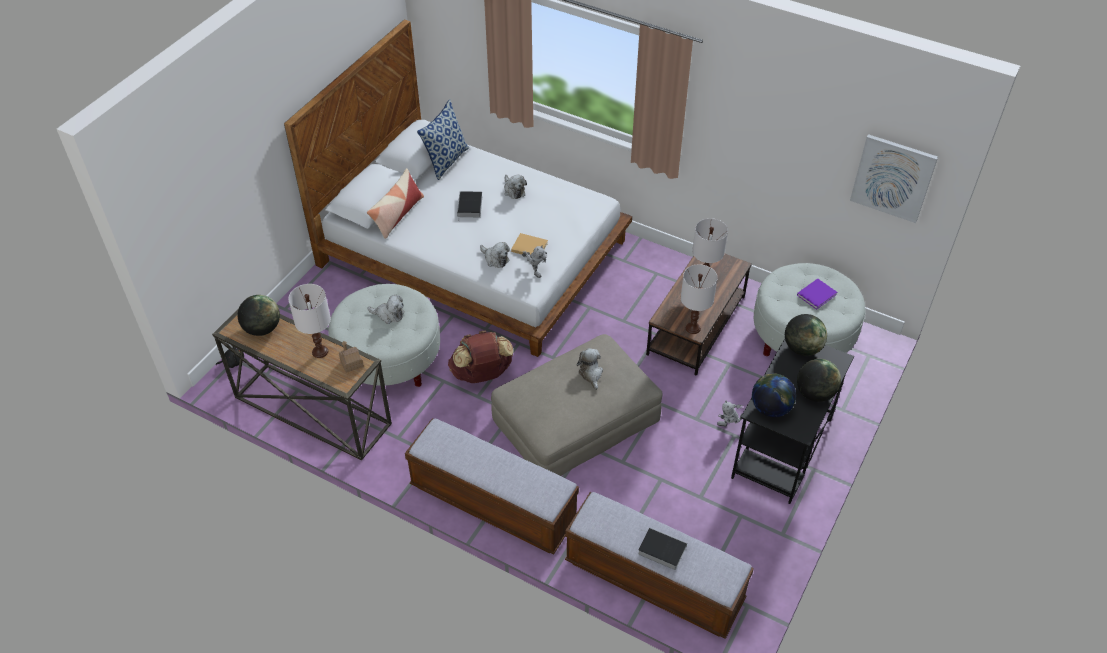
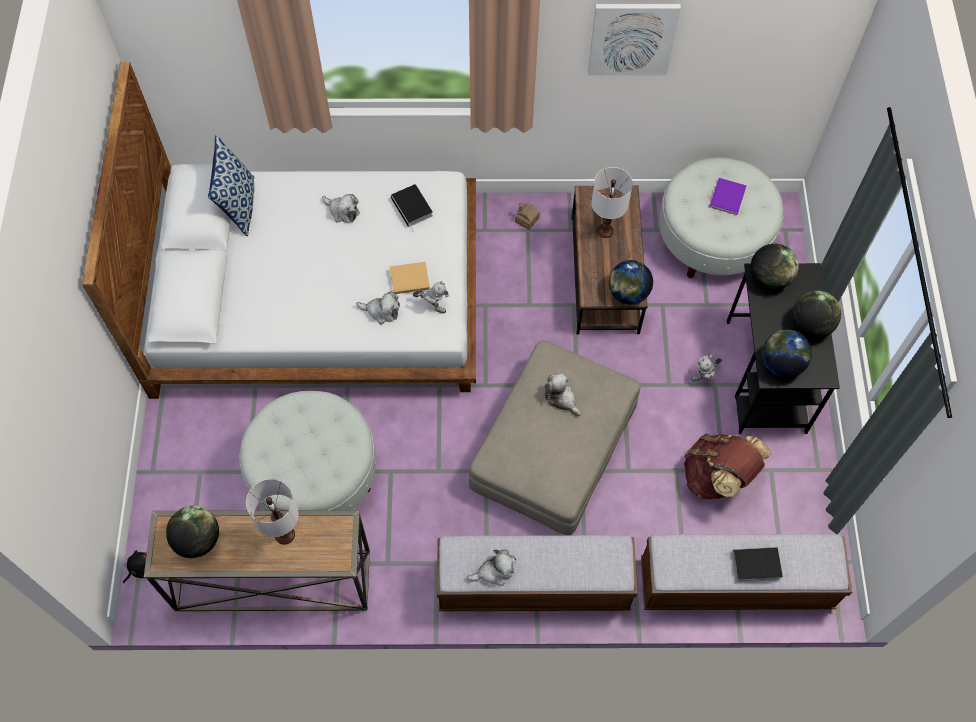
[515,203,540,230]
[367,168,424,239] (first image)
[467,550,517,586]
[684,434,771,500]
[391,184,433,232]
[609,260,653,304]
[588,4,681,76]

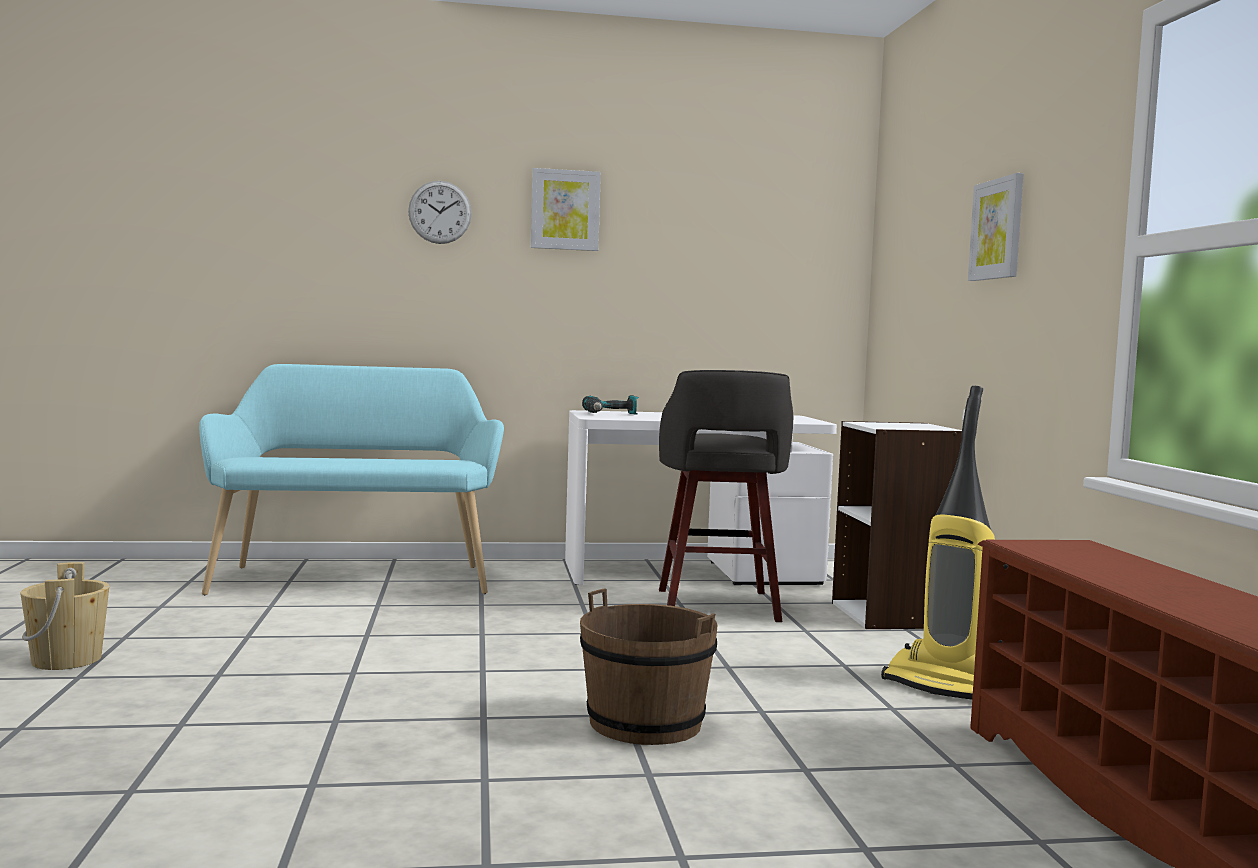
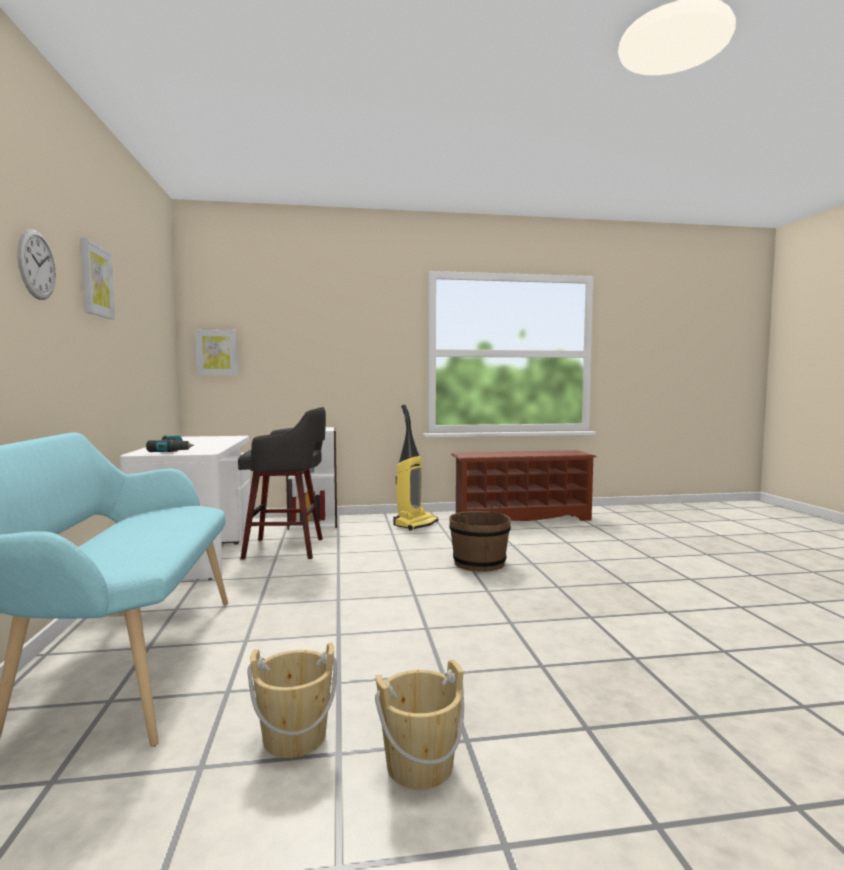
[195,329,238,375]
[247,643,337,758]

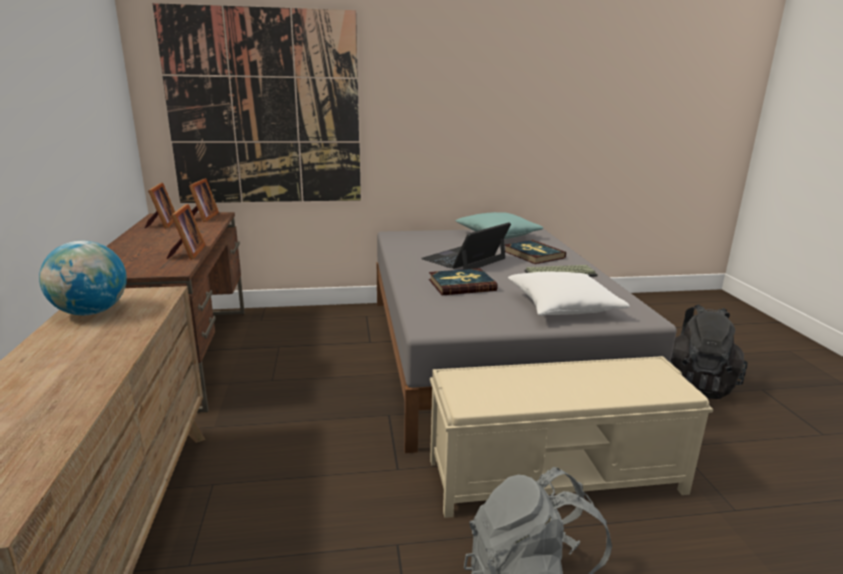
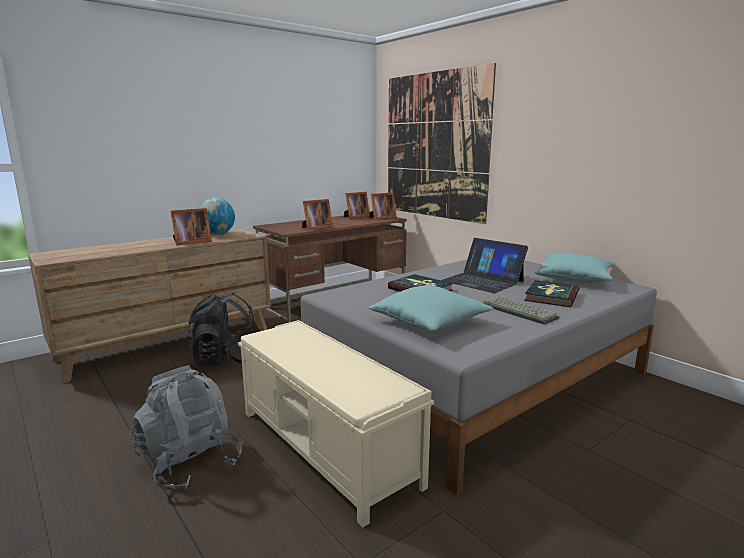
[441,238,528,293]
[369,285,494,331]
[187,293,254,366]
[171,208,212,245]

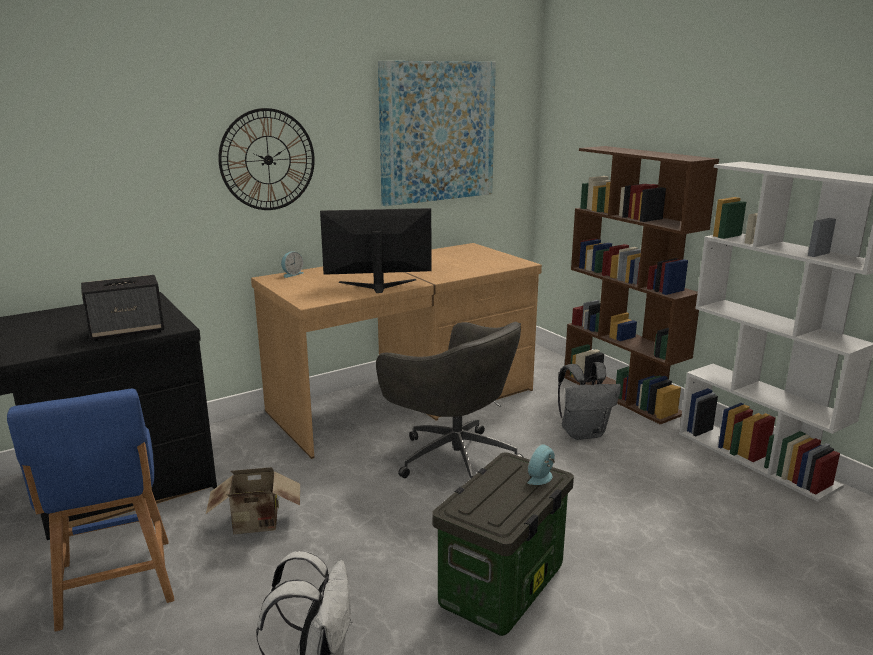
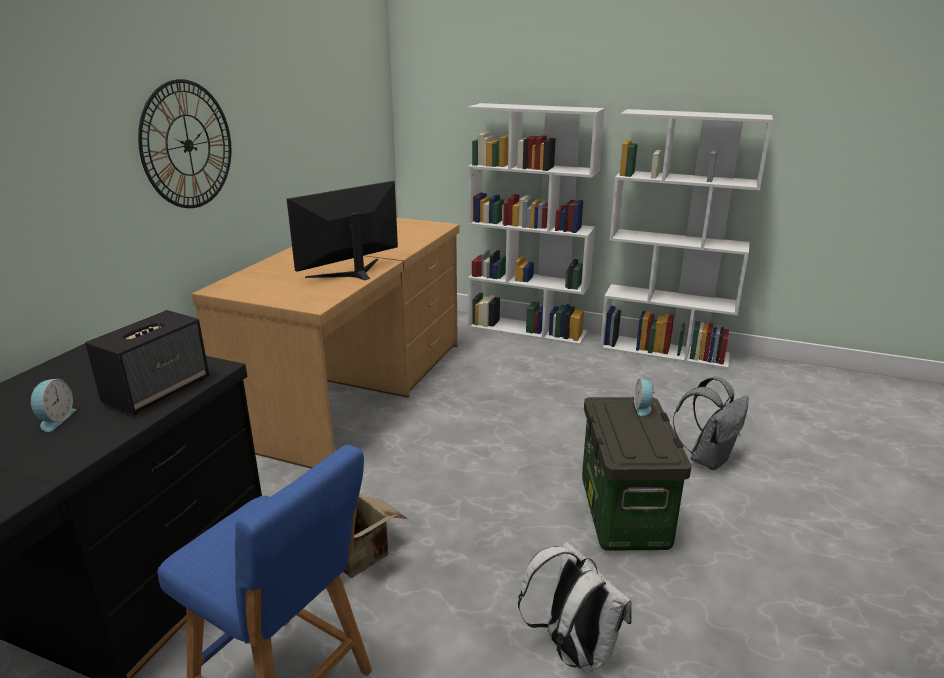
[31,379,76,432]
[376,322,524,478] (first image)
[378,61,496,206] (first image)
[673,376,749,470]
[468,103,605,345]

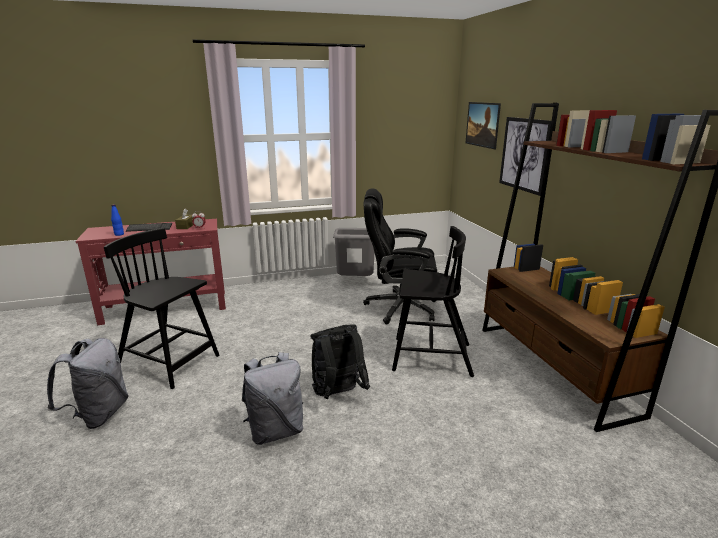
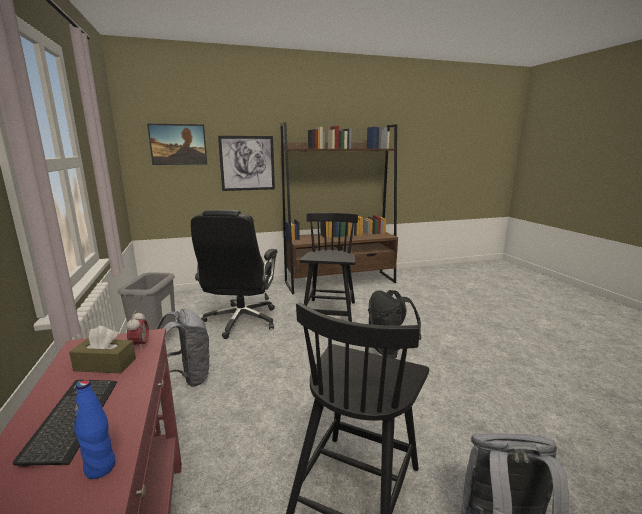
[156,309,209,387]

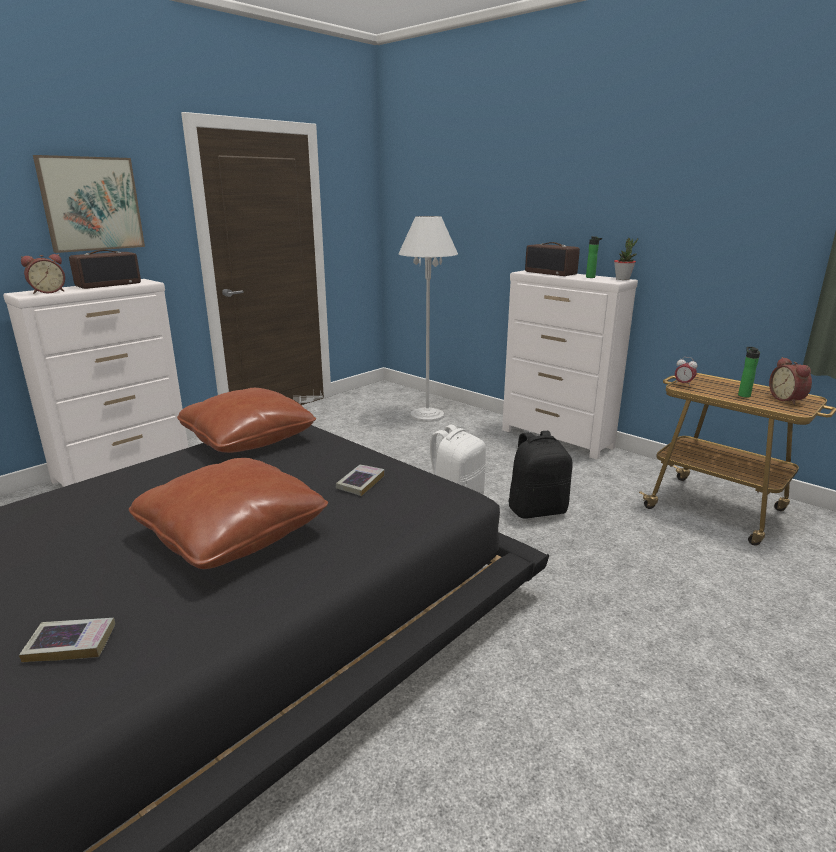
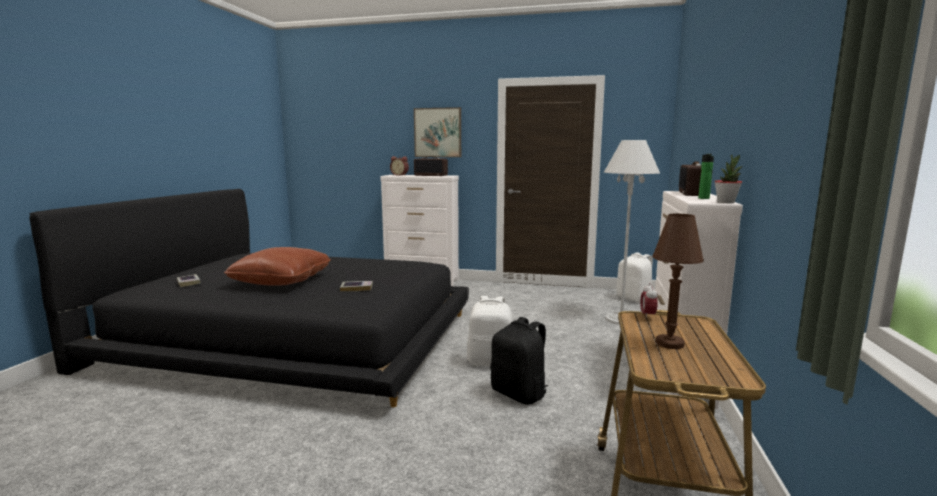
[177,388,316,453] (first image)
[652,214,704,349]
[769,357,812,405] (first image)
[616,252,653,303]

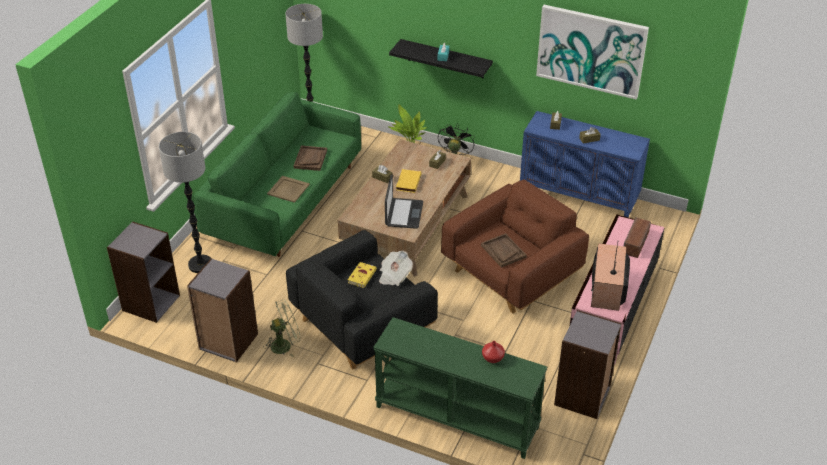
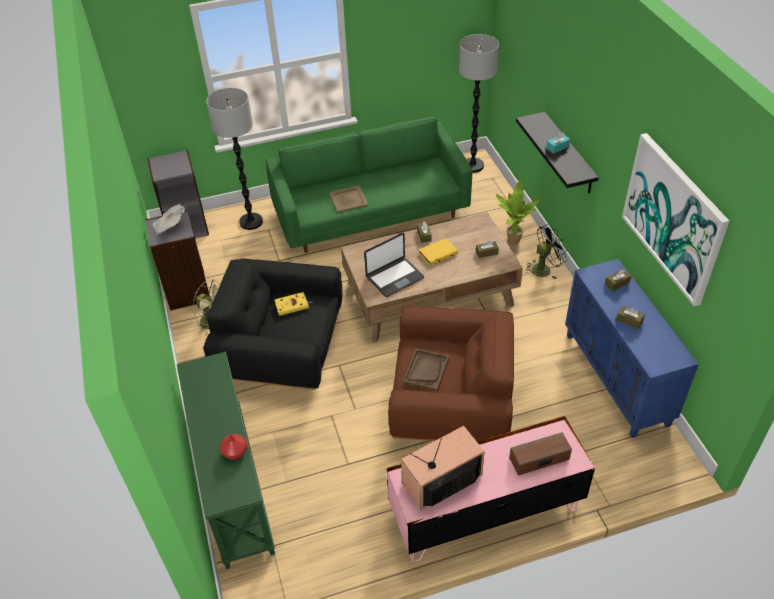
[294,145,327,171] (first image)
[153,204,185,234]
[554,310,622,419] (first image)

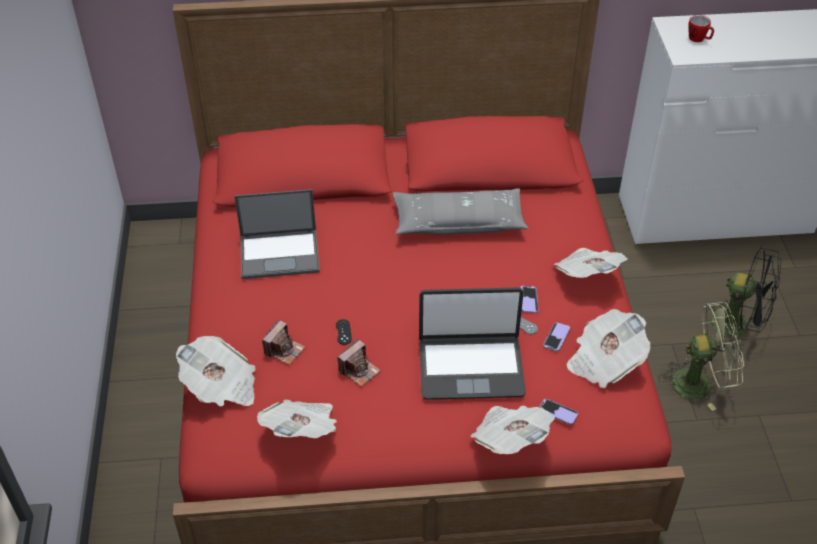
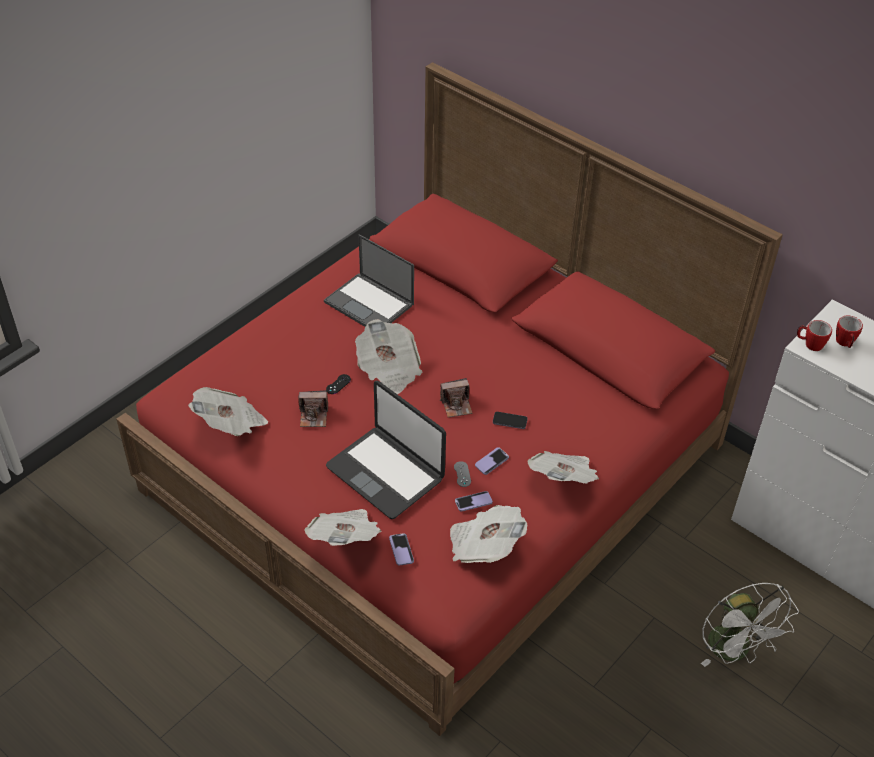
[355,319,422,394]
[440,378,473,418]
[393,188,528,235] (first image)
[659,302,744,411] (first image)
[701,583,799,667]
[493,412,528,429]
[797,320,832,351]

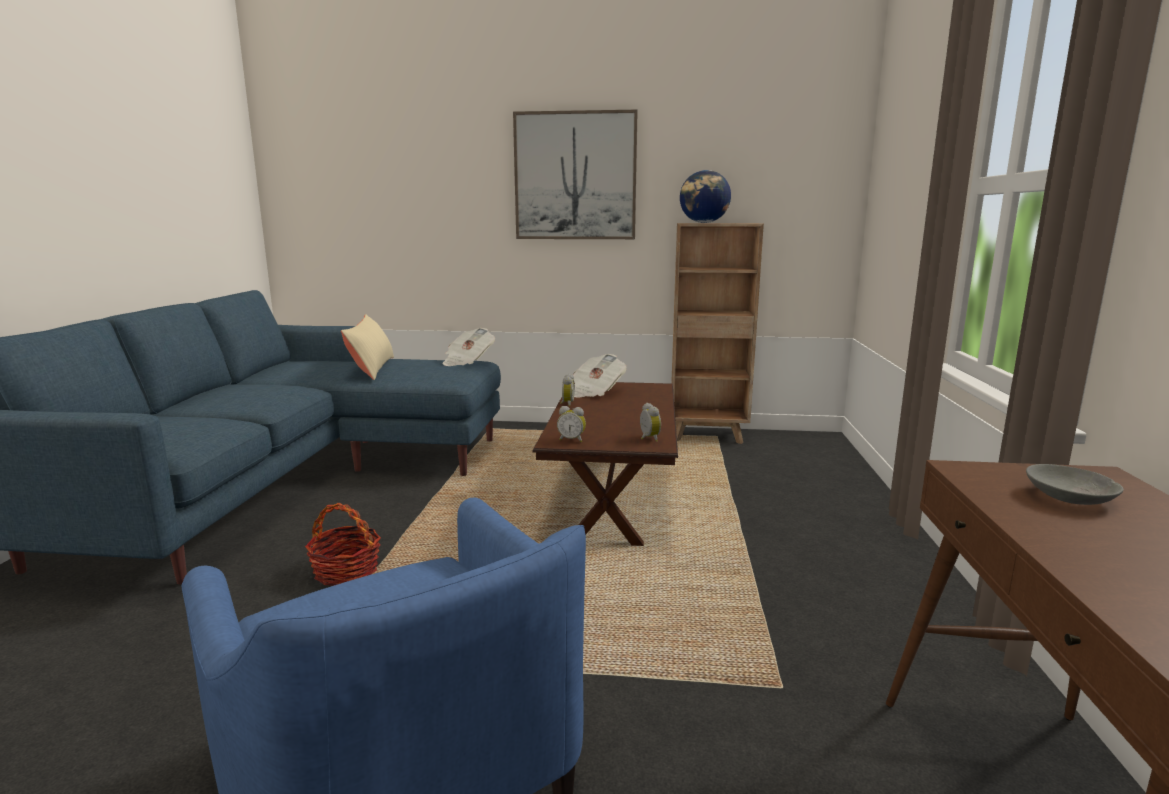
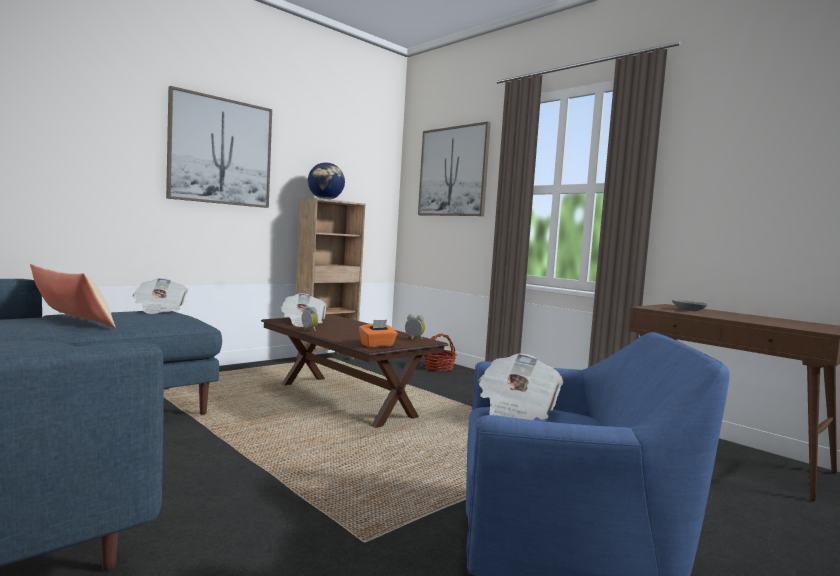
[423,333,457,372]
[359,320,398,347]
[418,121,491,216]
[479,353,563,420]

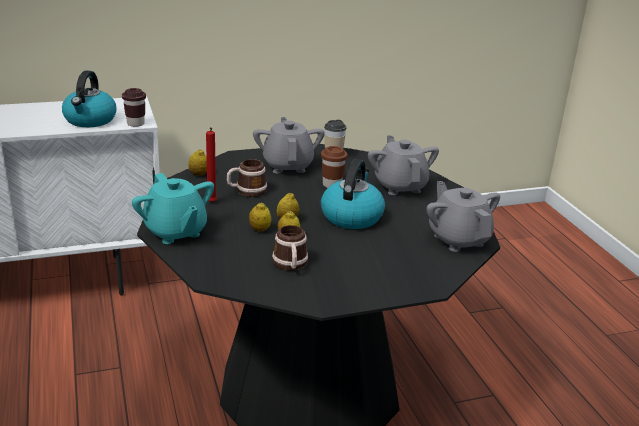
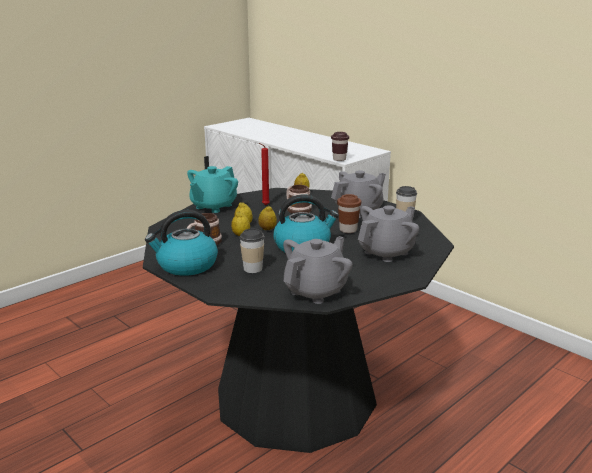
[145,210,218,276]
[239,228,265,273]

